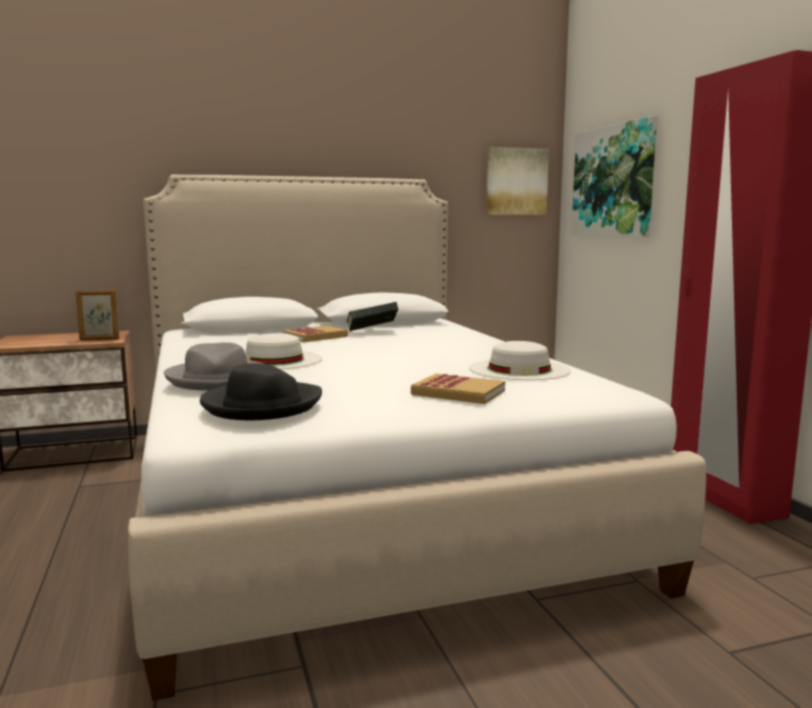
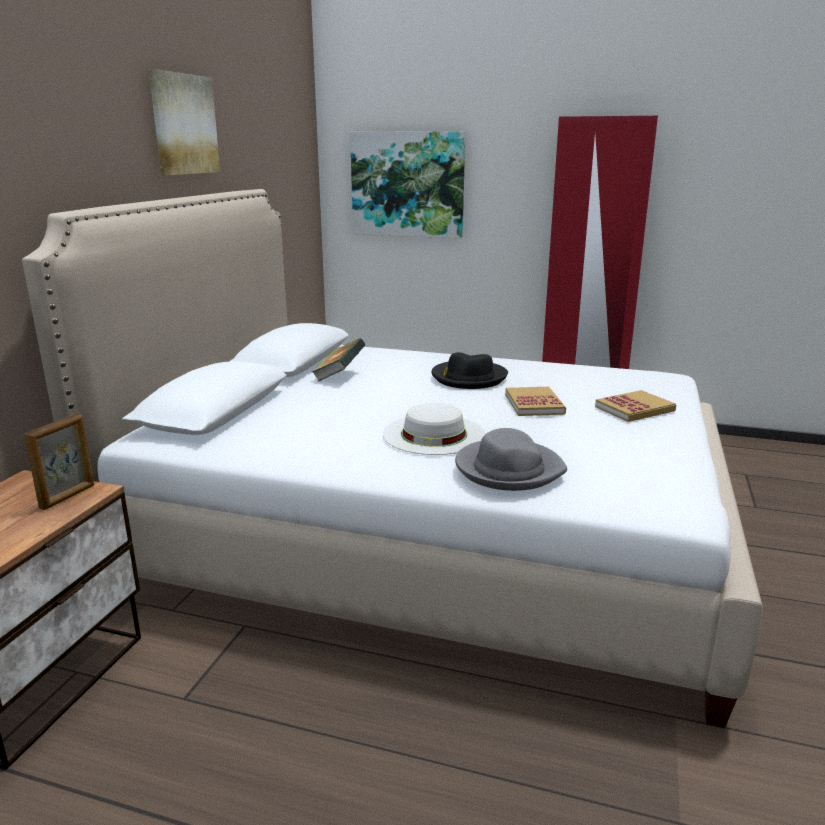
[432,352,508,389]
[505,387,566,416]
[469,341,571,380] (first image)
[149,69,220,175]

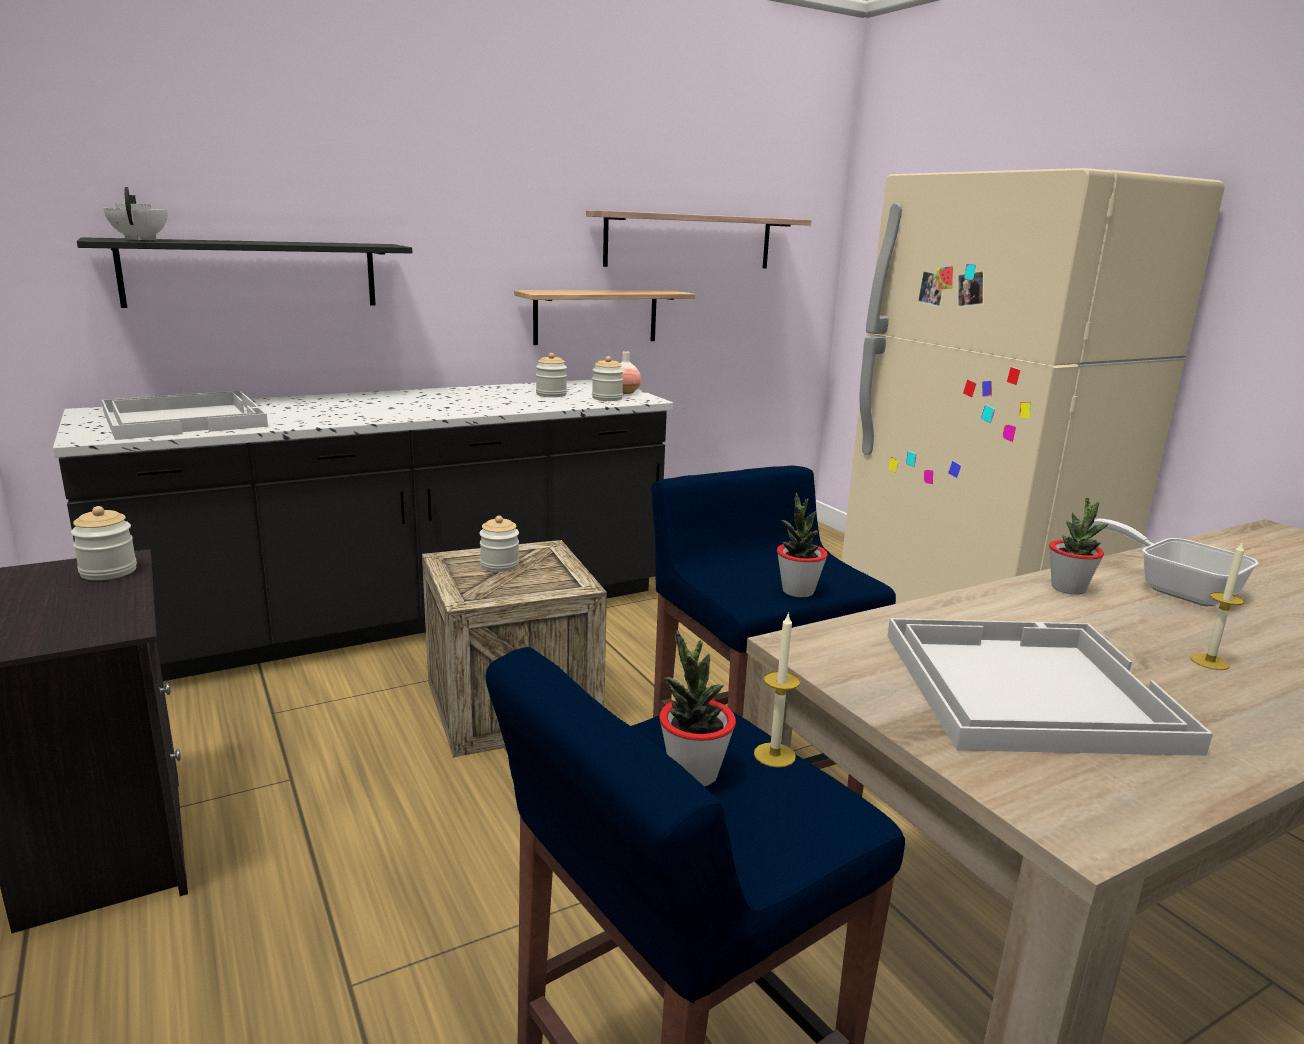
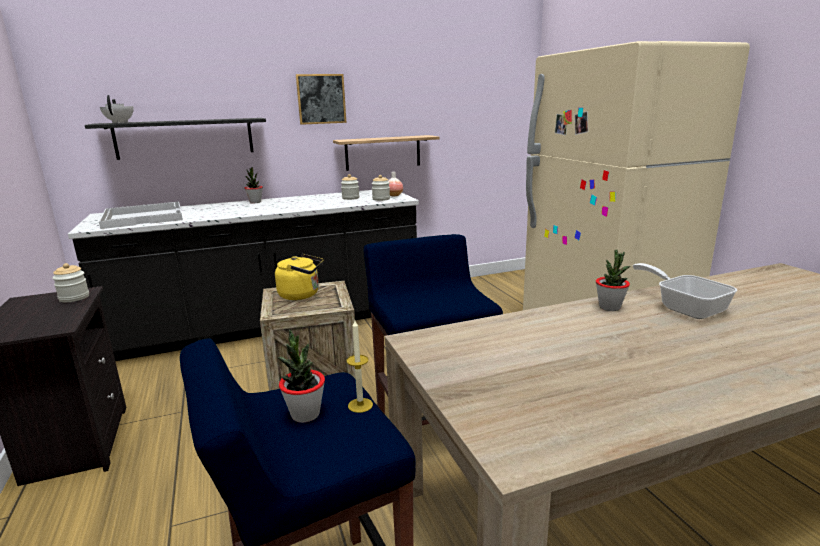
[275,254,324,300]
[586,210,811,268] (first image)
[244,167,263,203]
[887,618,1213,756] (first image)
[1190,543,1244,670] (first image)
[296,74,346,125]

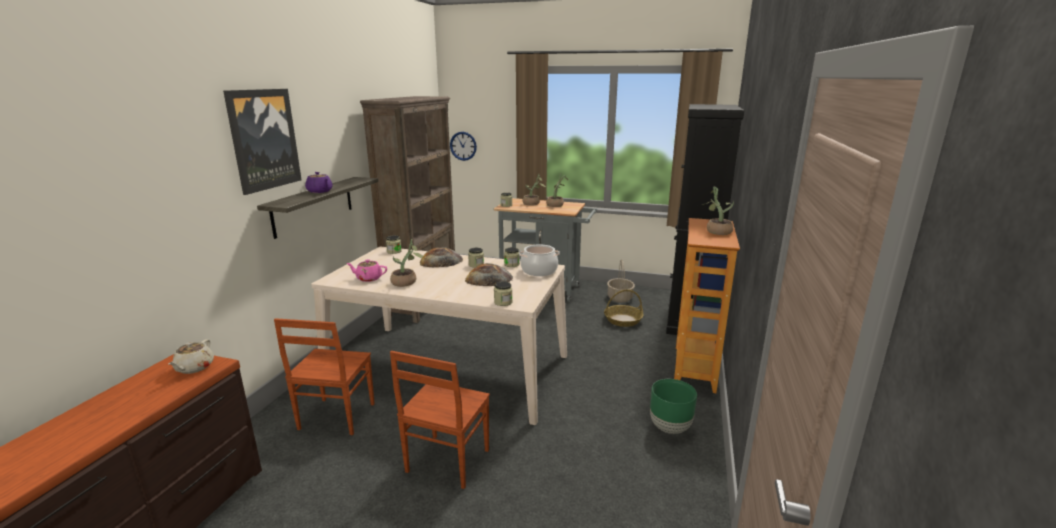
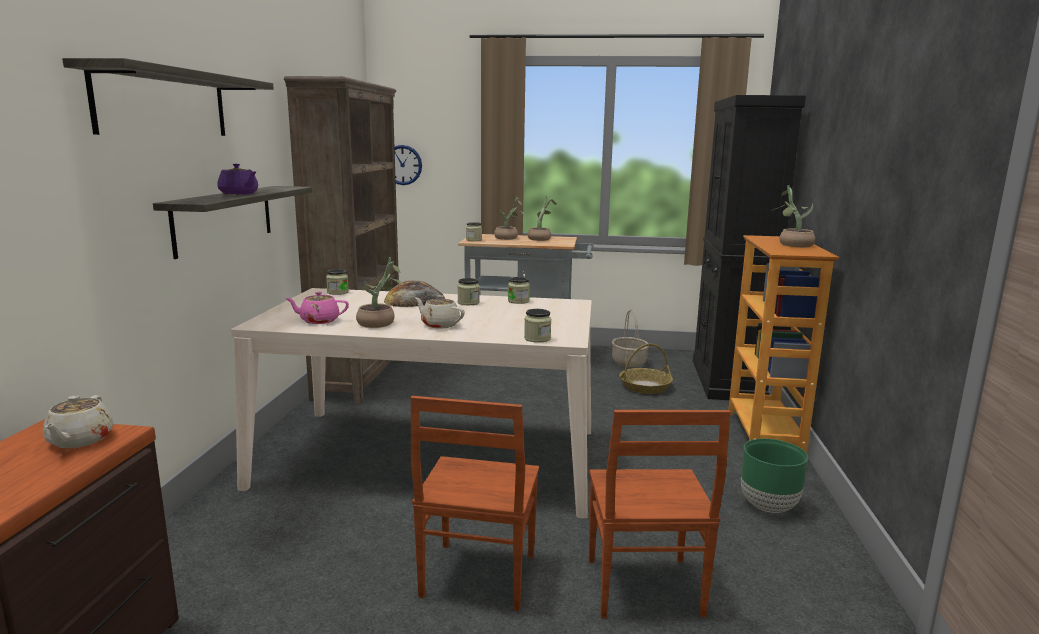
[62,58,274,136]
[589,410,731,618]
[465,263,513,286] (first image)
[519,245,560,276] (first image)
[414,295,465,328]

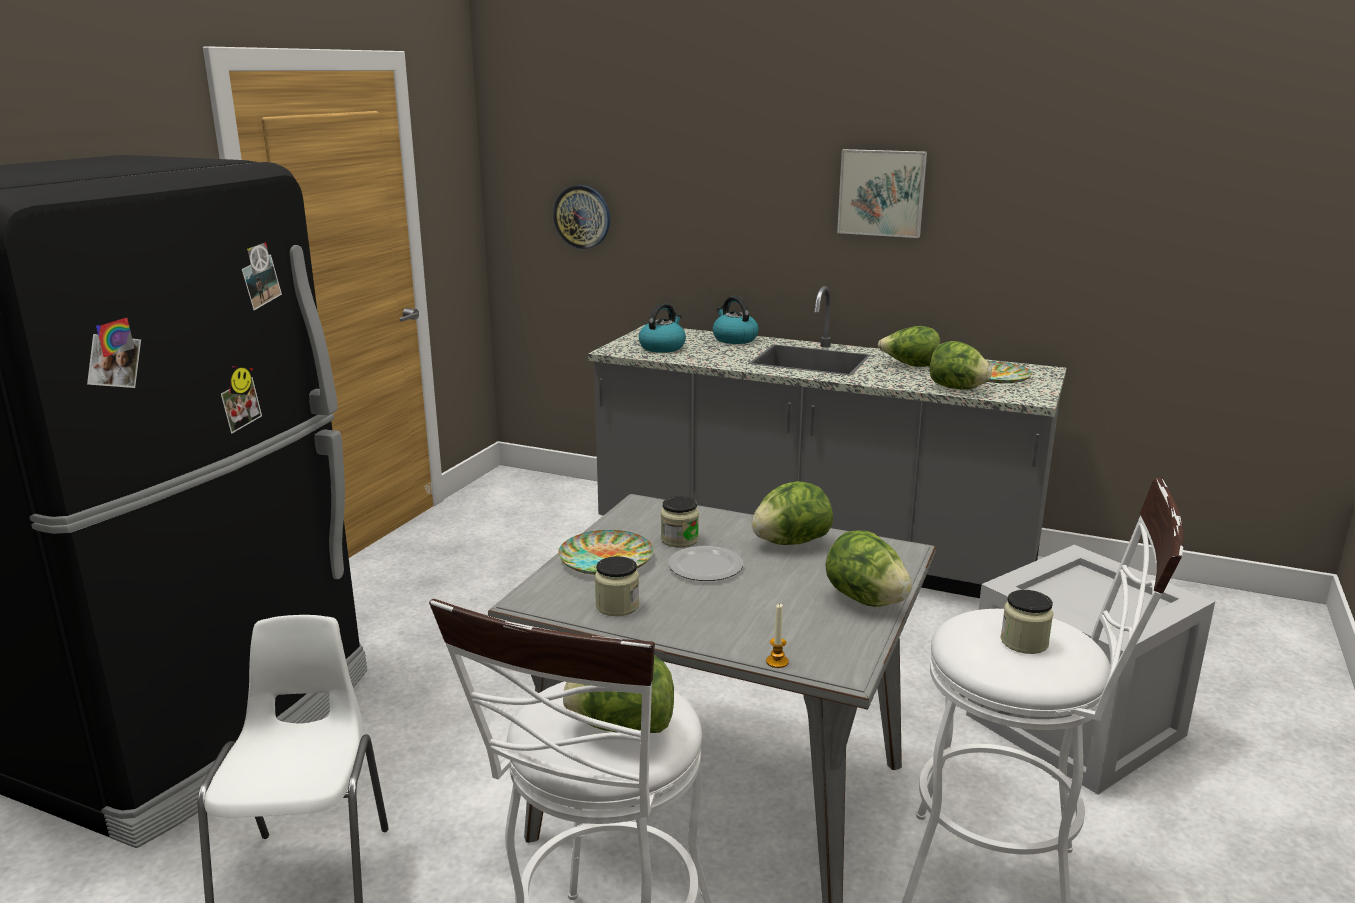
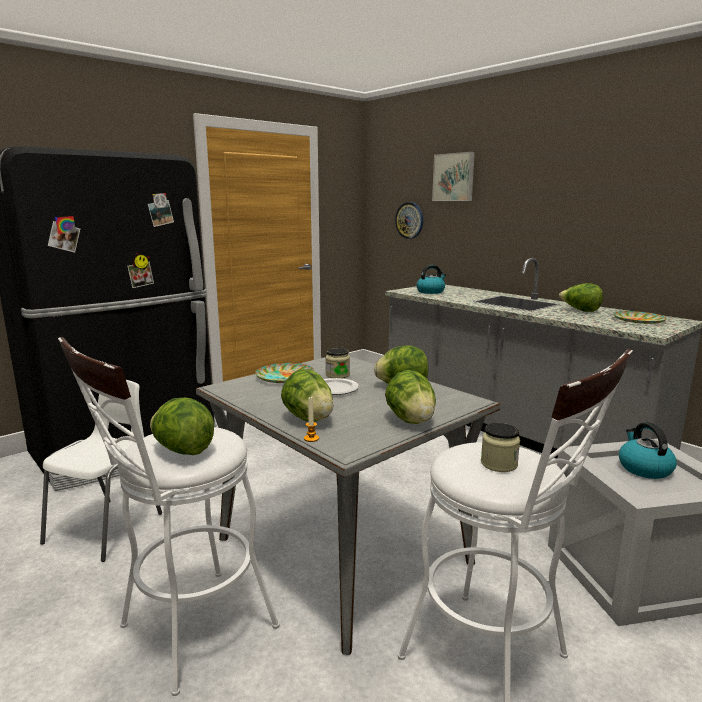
[595,556,639,616] (first image)
[619,422,677,479]
[432,152,475,201]
[281,369,333,422]

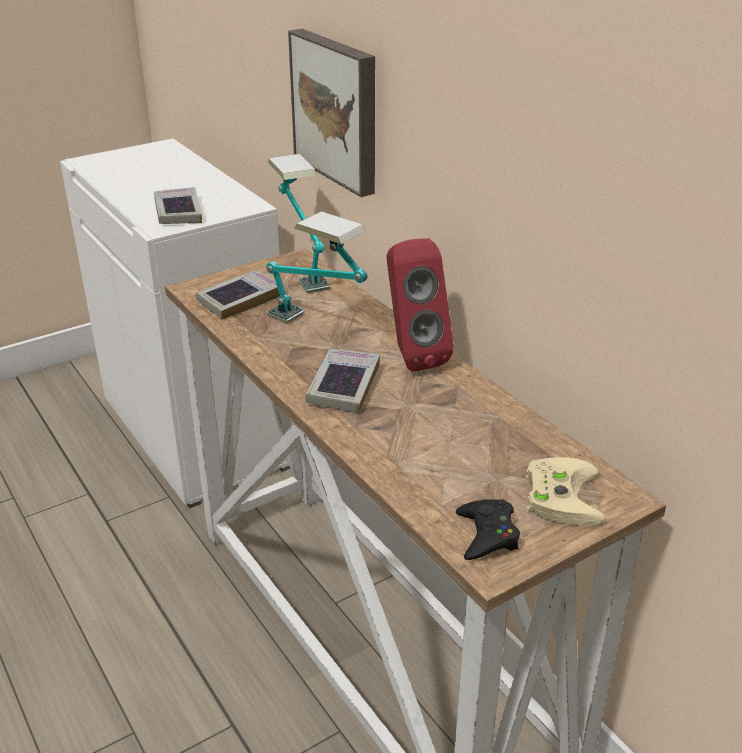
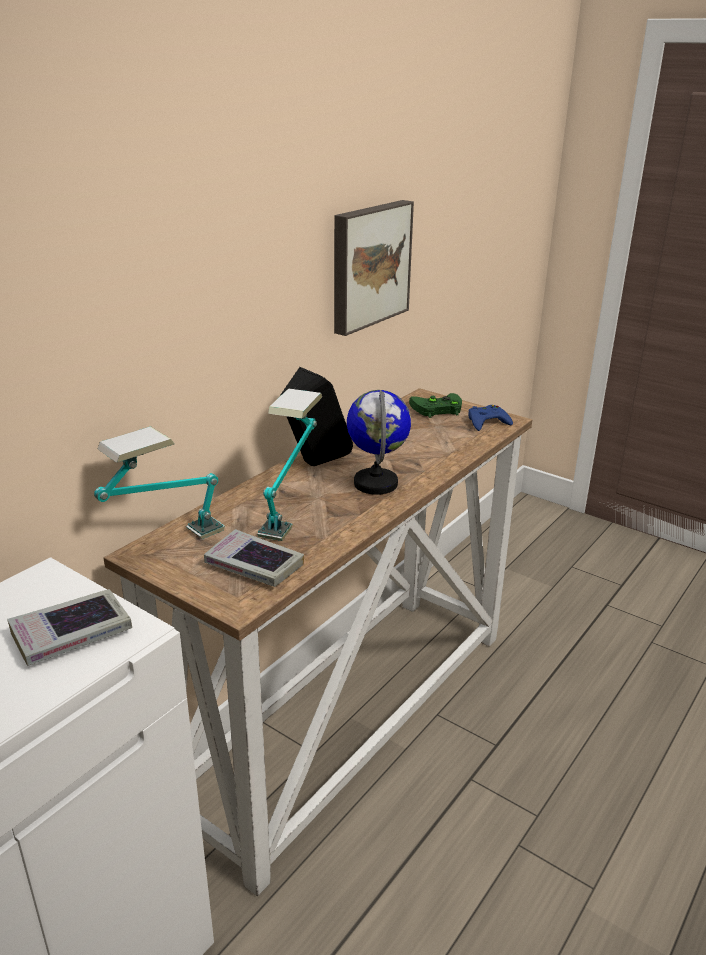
[334,200,414,336]
[347,390,411,495]
[280,367,353,466]
[468,405,513,431]
[409,393,462,418]

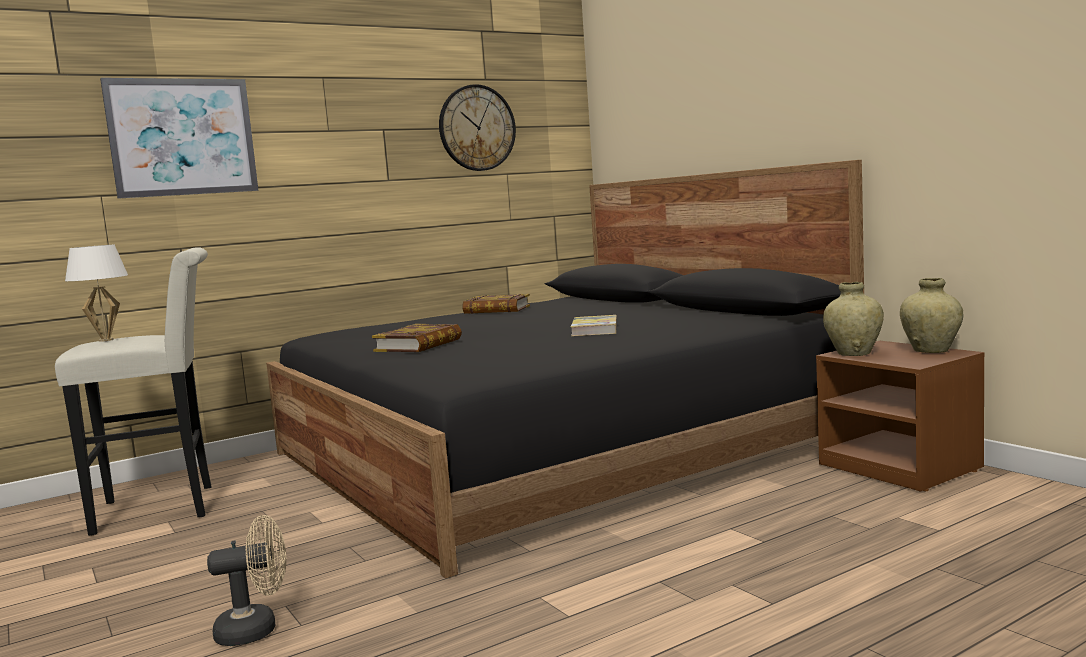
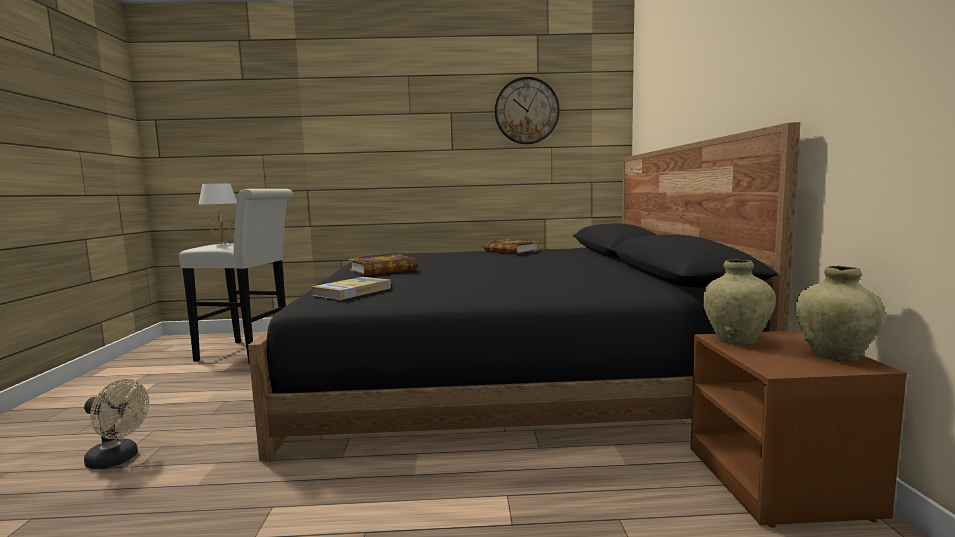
[100,78,259,199] (first image)
[312,277,391,300]

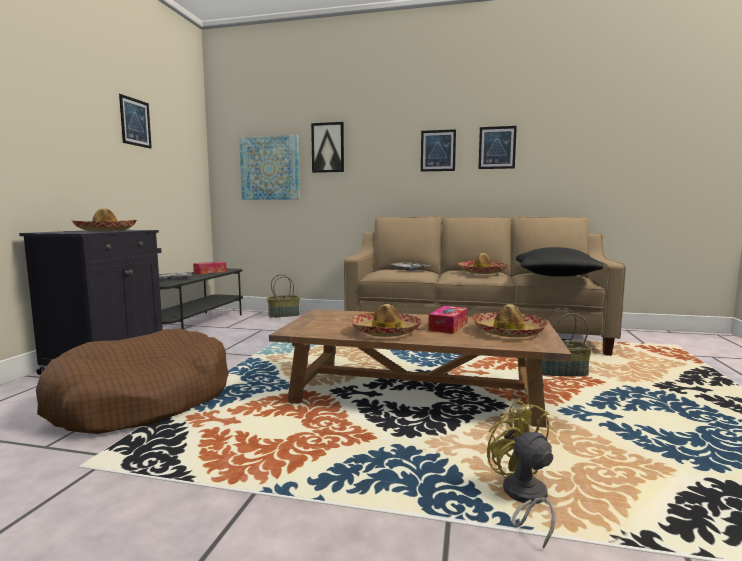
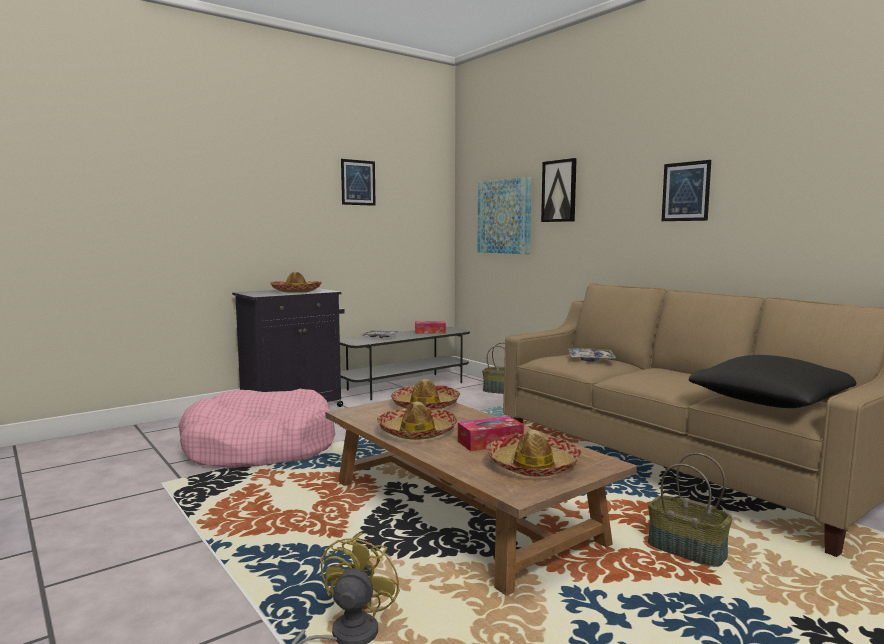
[179,389,335,468]
[391,379,460,409]
[478,126,517,169] (first image)

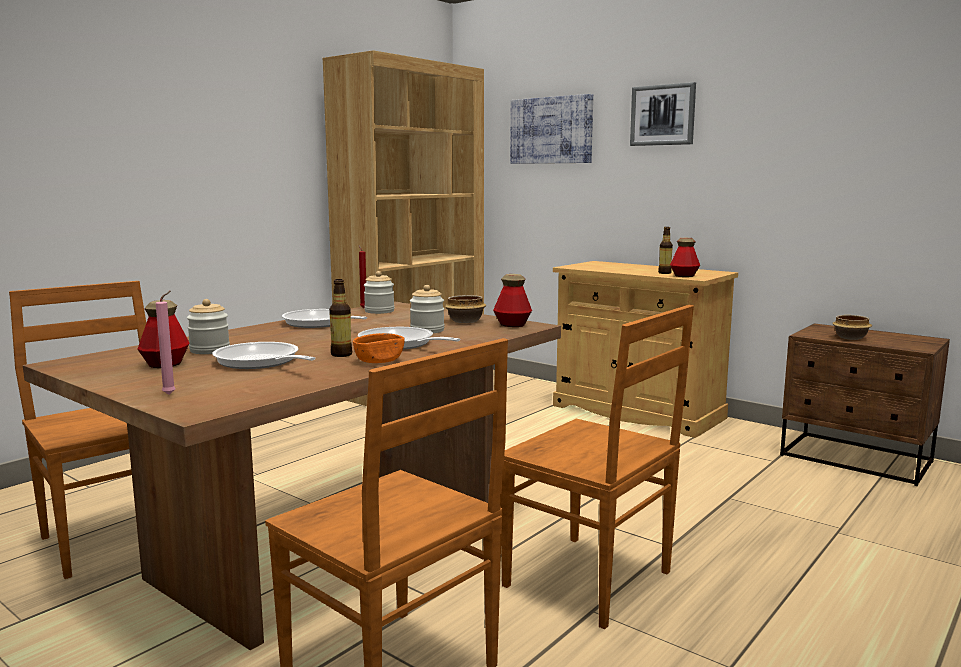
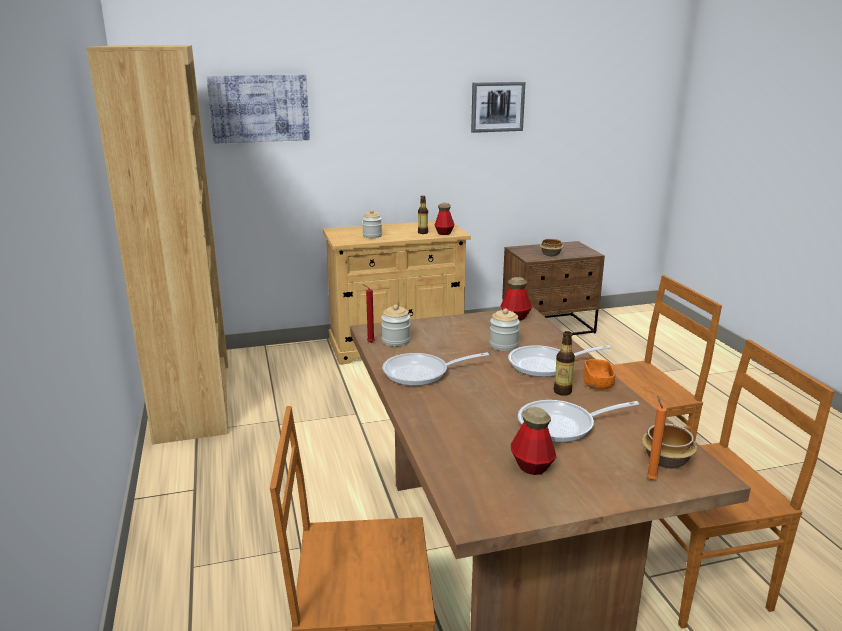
[646,396,667,480]
[362,210,382,238]
[642,424,698,469]
[471,82,525,133]

